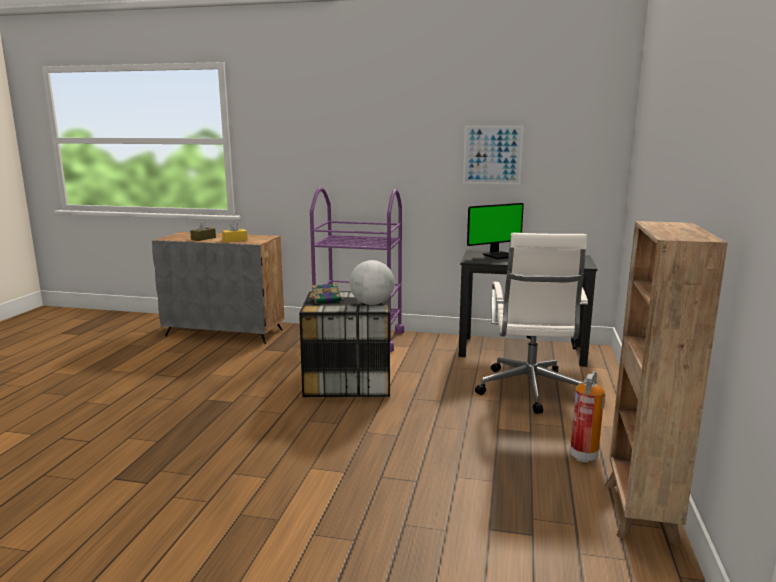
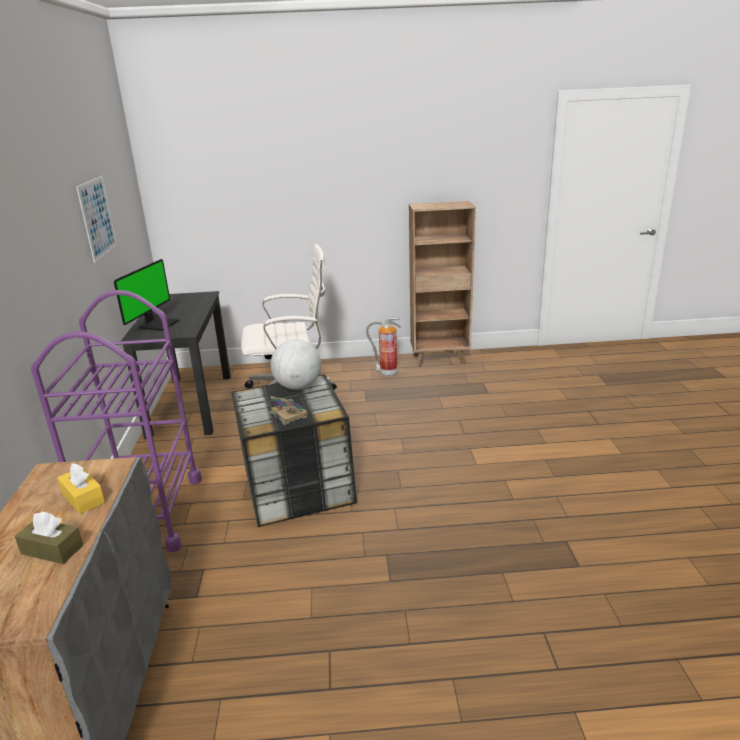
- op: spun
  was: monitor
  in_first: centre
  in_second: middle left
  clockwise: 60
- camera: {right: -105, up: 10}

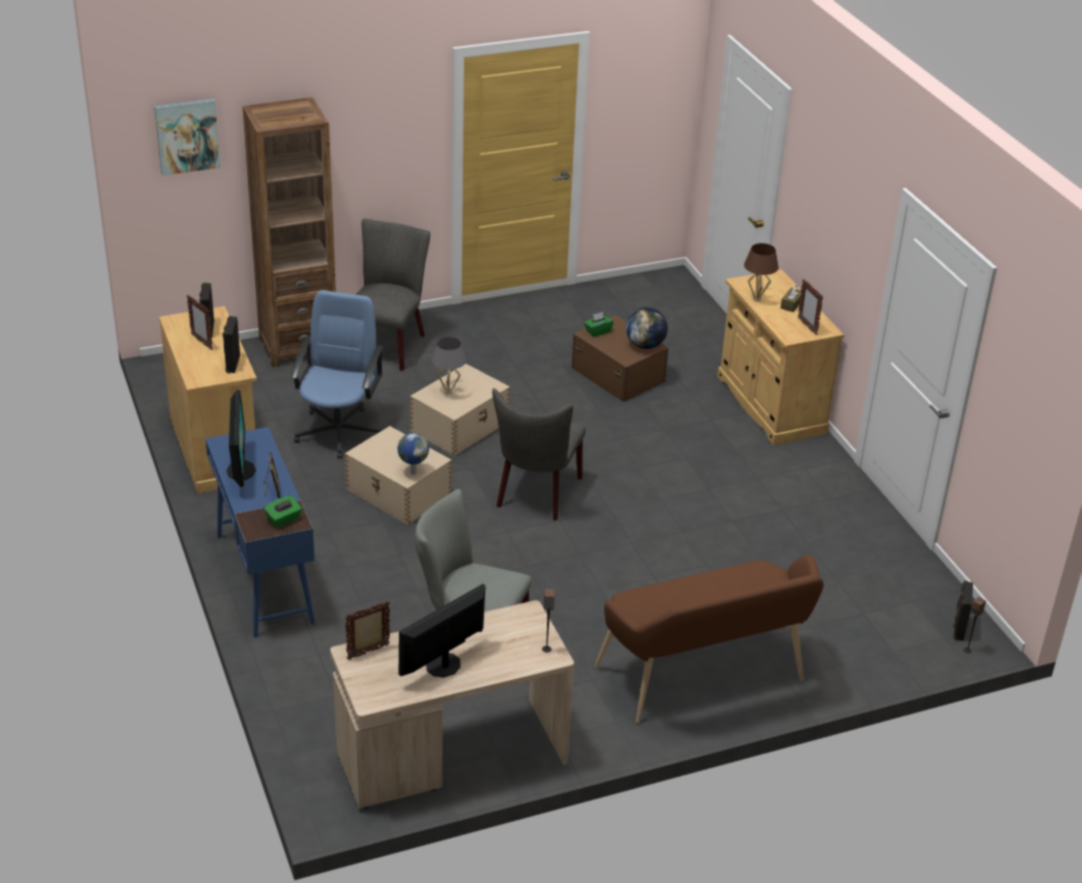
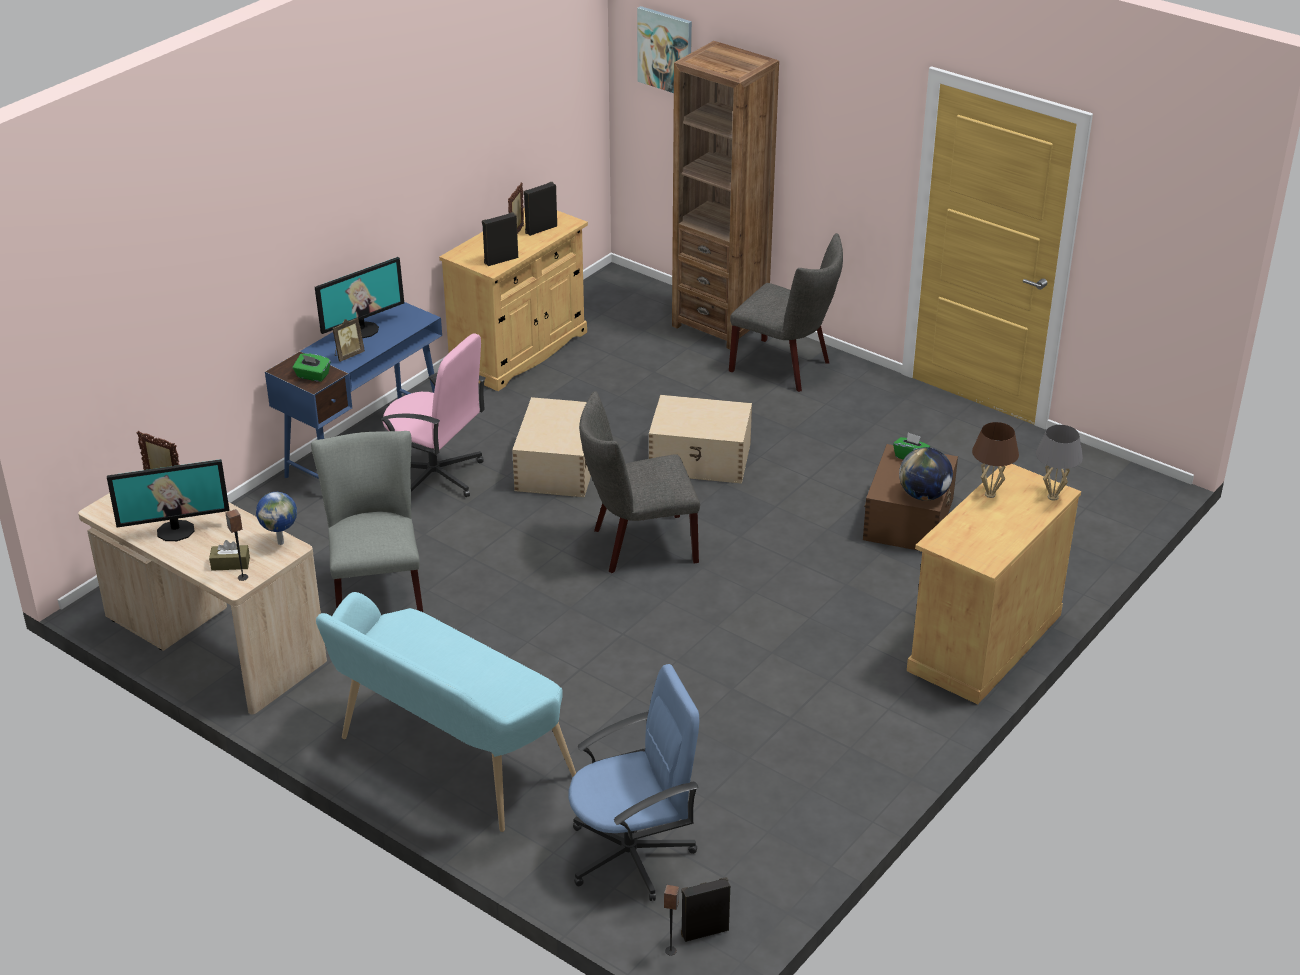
- op: spun
  was: grey_upright_chair (no. 1 from left in the first image)
  in_first: centre
  in_second: top centre
  clockwise: 45
- op: missing
  was: picture_frame (no. 4 from left)
  in_first: middle right
- op: relocated
  was: brown-coloured_tissue_box
  in_first: middle right
  in_second: middle left
- op: relocated
  was: bluish_computer_chair
  in_first: middle left
  in_second: bottom centre
- op: relocated
  was: grey_lamp_for_a_table
  in_first: centre
  in_second: middle right
- op: relocated
  was: globe (no. 1 from left)
  in_first: centre
  in_second: middle left
- op: colour
  was: brown-coloured_indoor_bench
  now: turquoise_indoor_bench
  in_first: bottom centre
  in_second: bottom centre
- op: spun
  was: monitor (no. 2 from left in the first image)
  in_first: bottom centre
  in_second: middle left
  clockwise: 150
- op: appeared
  now: pink_computer_chair
  in_second: middle left
- camera: {right: 60, up: 0}

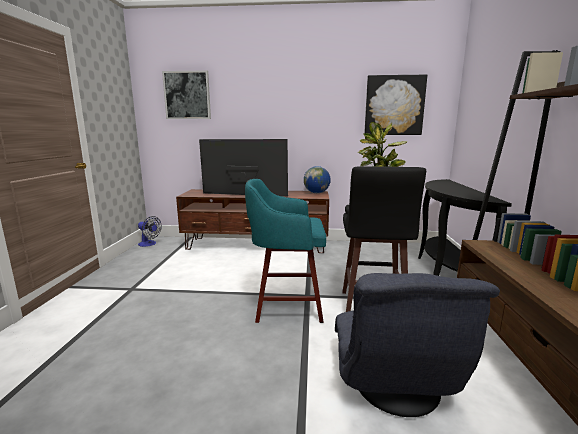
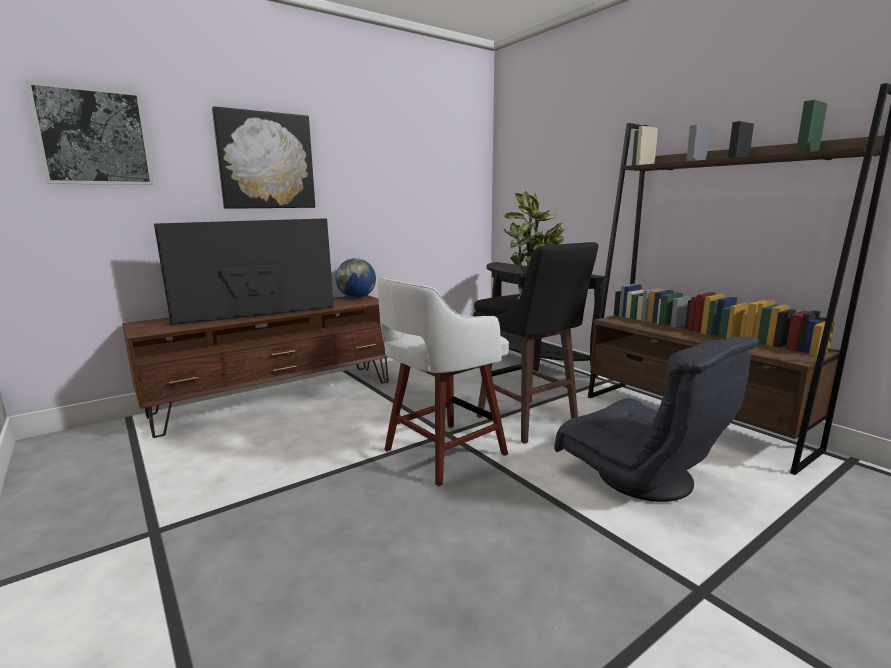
- op: relocated
  was: wall_art (no. 2 from left)
  in_first: top right
  in_second: top left
- op: colour
  was: turquoise_sitting_stool
  now: white-coloured_sitting_stool
  in_first: centre
  in_second: centre
- op: missing
  was: electric_fan
  in_first: middle left
- camera: {right: -40, up: 0}

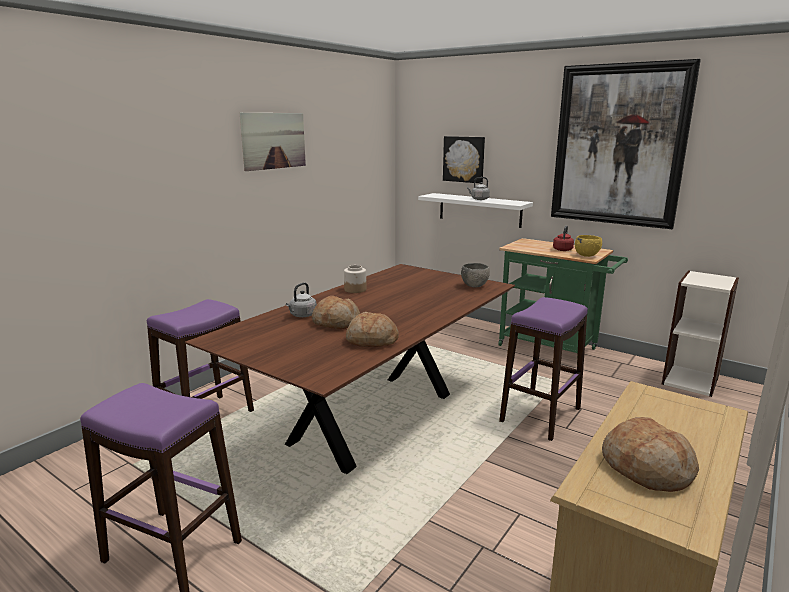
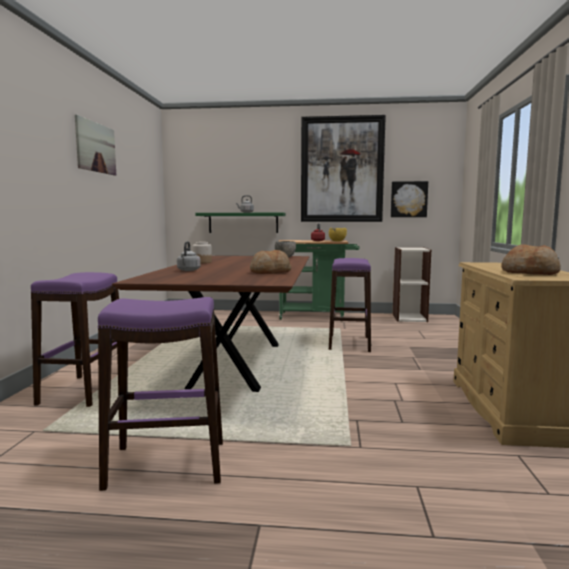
- op: relocated
  was: wall_art (no. 2 from left in the first image)
  now: wall_art (no. 3 from left)
  in_first: top centre
  in_second: middle right
- op: colour
  was: white-coloured_shelf
  now: green_shelf
  in_first: centre
  in_second: centre
- op: missing
  was: baked_bread (no. 1 from left)
  in_first: centre
- camera: {right: -30, up: -10}

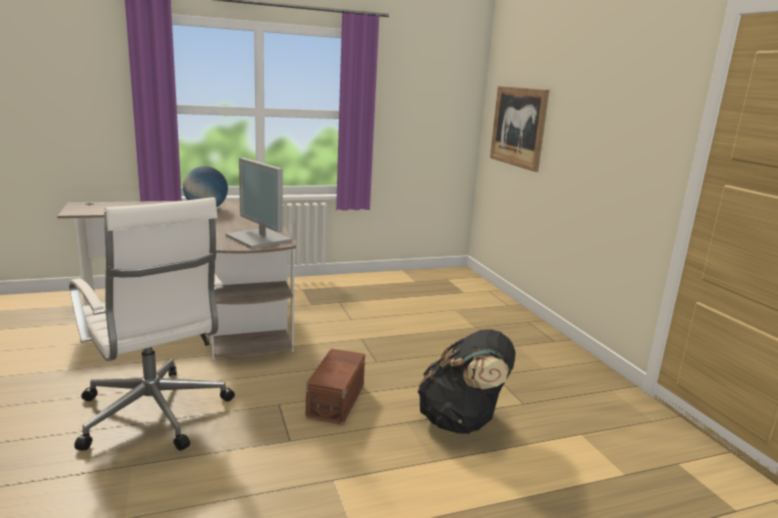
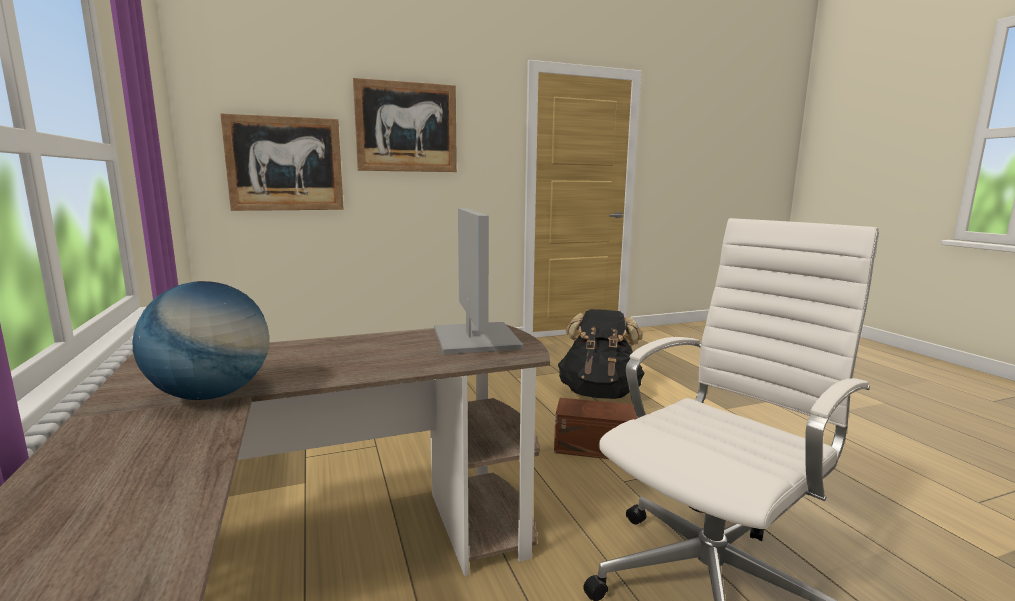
- op: spun
  was: monitor
  in_first: middle left
  in_second: centre
  clockwise: -60
- op: appeared
  now: wall_art (no. 2 from left)
  in_second: top centre
- camera: {right: -90, up: -5}

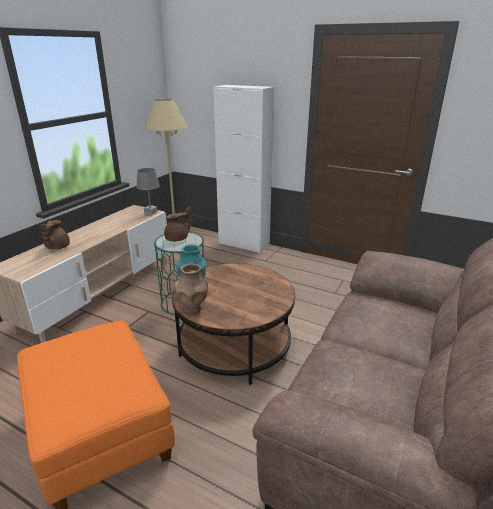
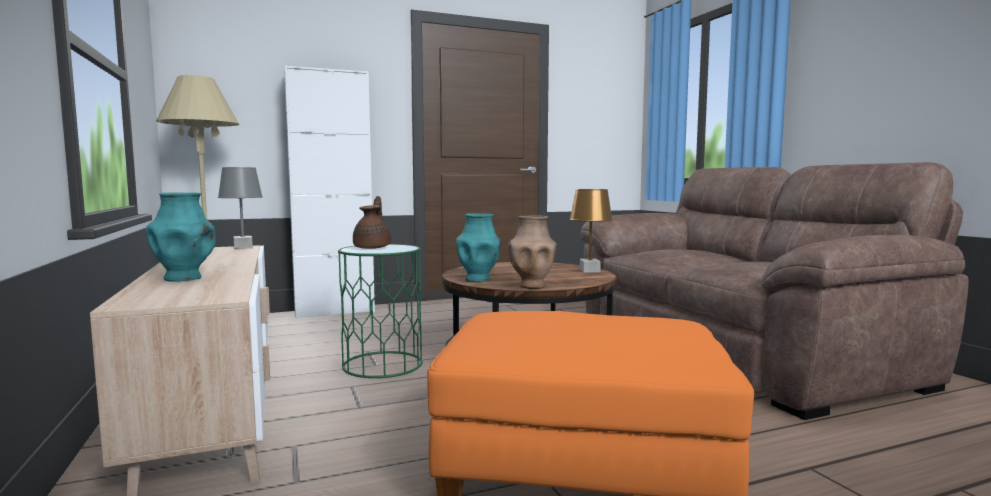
- op: exchanged
  was: brown-coloured_teapot (no. 1 from left)
  now: turquoise_flower_vase (no. 1 from left)
  in_first: middle left
  in_second: middle left
- op: appeared
  now: brown-coloured_lamp_for_a_table
  in_second: centre
- camera: {right: -50, up: -20}

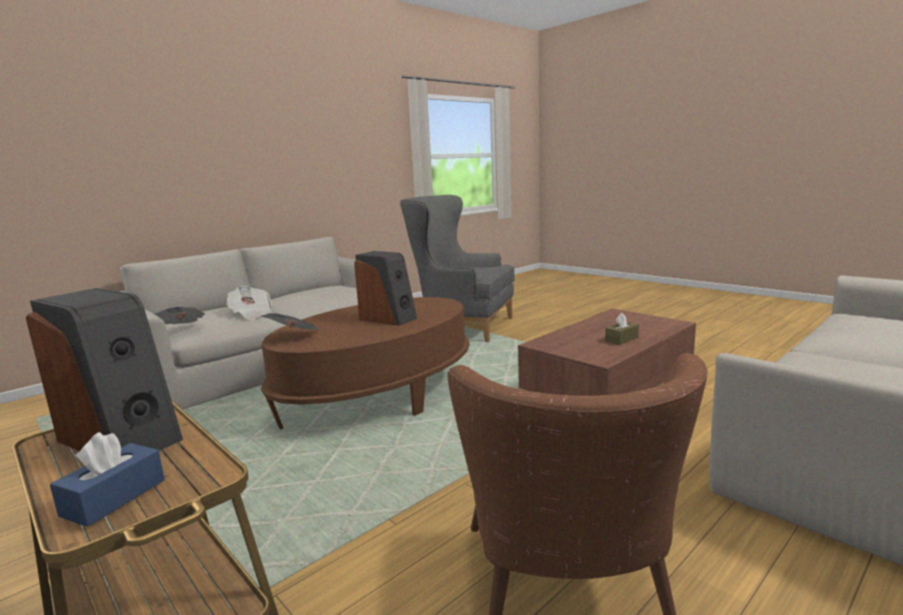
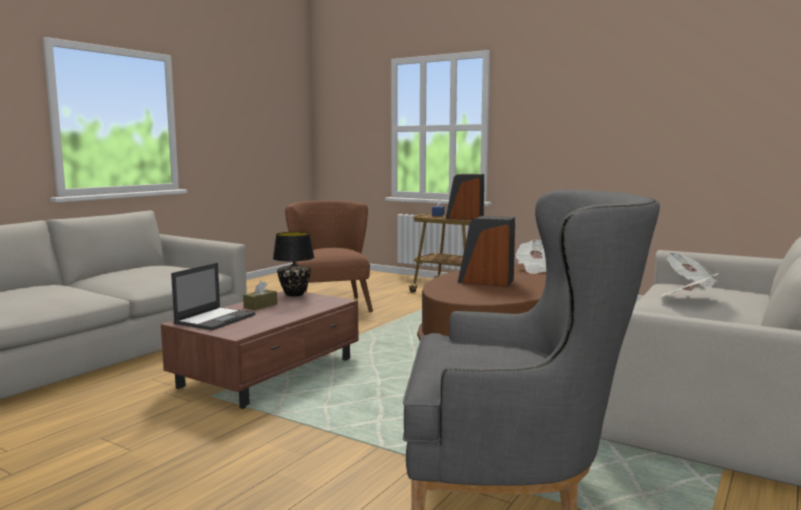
- op: appeared
  now: black-coloured_lamp_for_a_table
  in_second: centre
- op: appeared
  now: portable_computer
  in_second: middle left
- camera: {right: 165, up: -5}

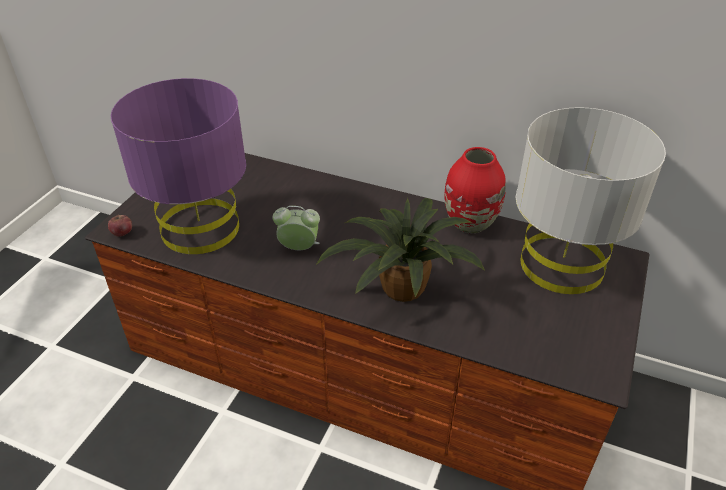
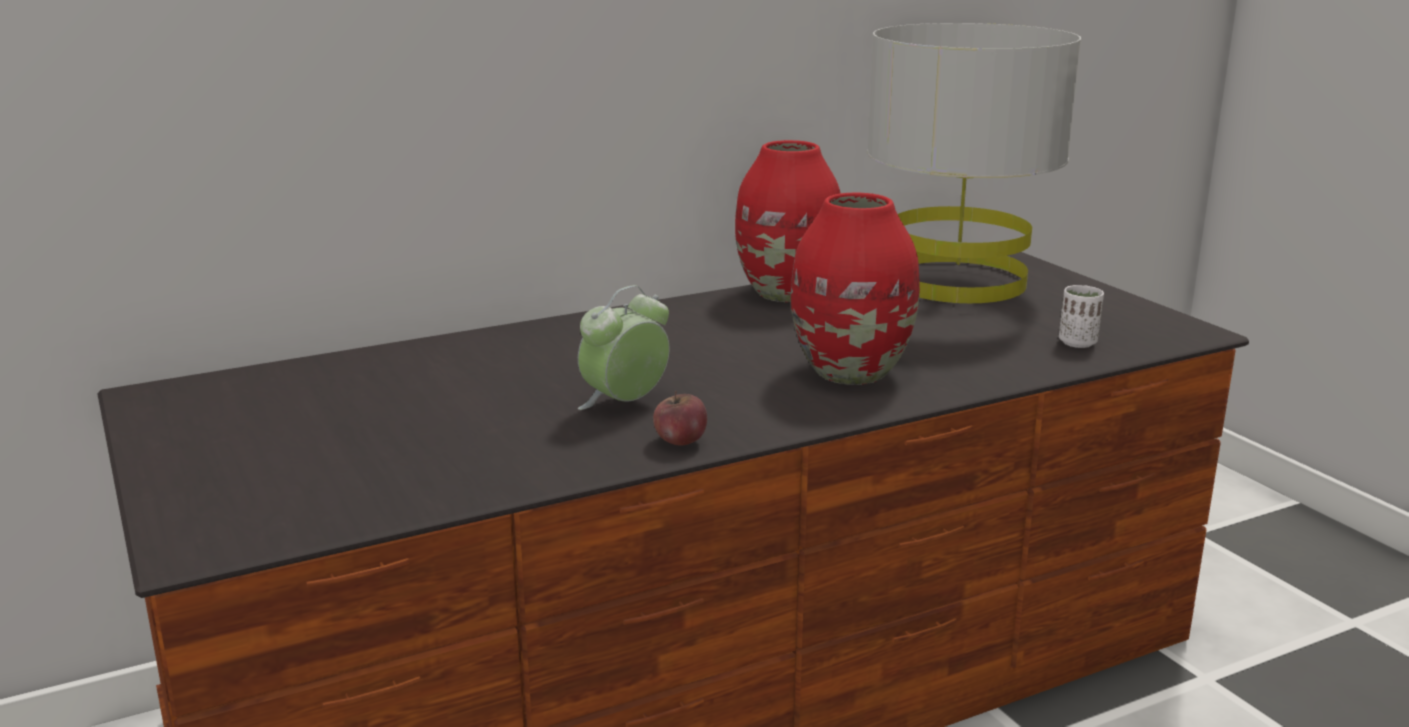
- op: missing
  was: purple_lamp_for_a_table
  in_first: middle left
- op: exchanged
  was: plant_in_a_pot
  now: red_flower_vase (no. 2 from left)
  in_first: centre
  in_second: centre
- op: relocated
  was: whole_apple
  in_first: middle left
  in_second: centre
- op: appeared
  now: white-coloured_cup
  in_second: middle right
- camera: {right: -50, up: -20}

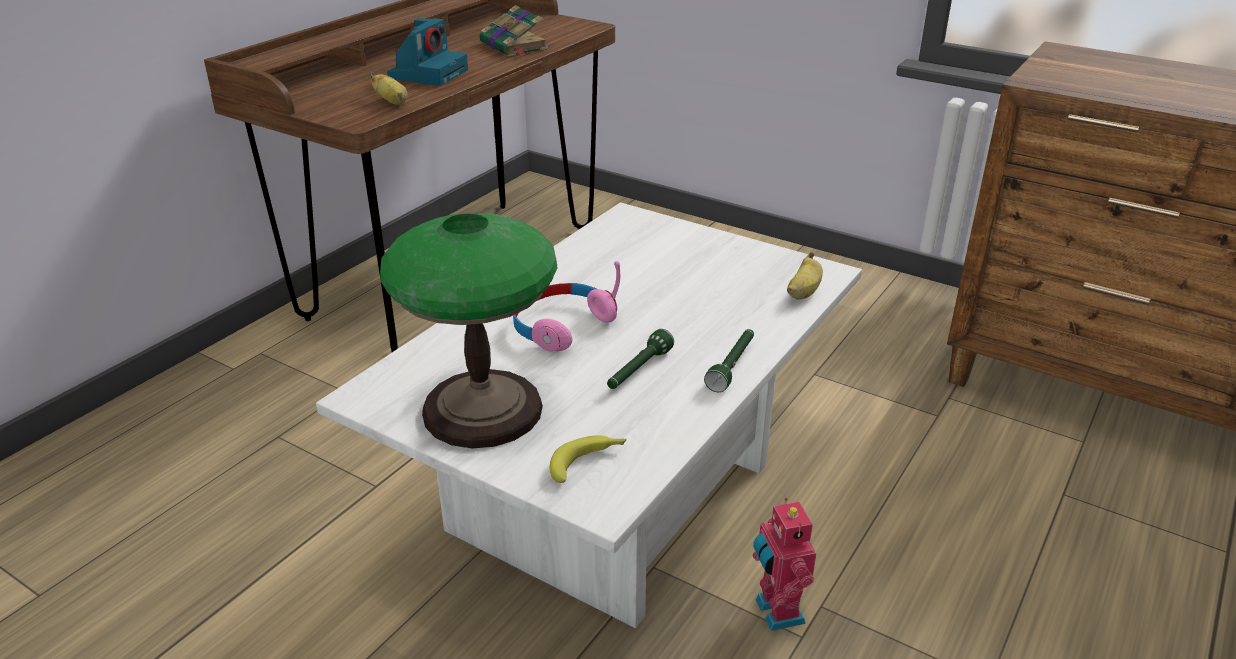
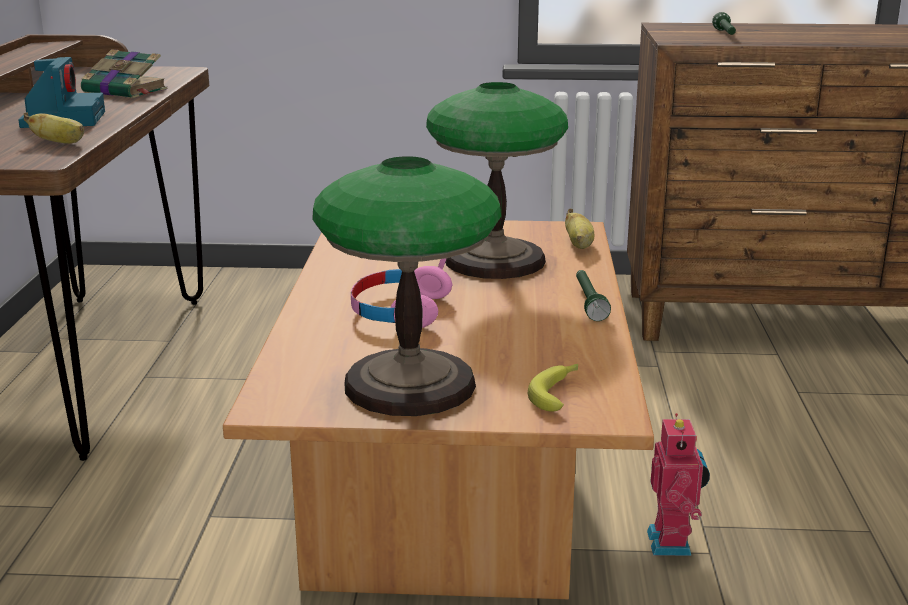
- op: colour
  was: white-coloured_coffee_table
  now: brown-coloured_coffee_table
  in_first: centre
  in_second: bottom centre
- op: relocated
  was: green_torch (no. 1 from left in the first image)
  now: green_torch (no. 2 from left)
  in_first: centre
  in_second: top right
- op: spun
  was: toy_robot
  in_first: bottom centre
  in_second: bottom right
  clockwise: -135
- op: appeared
  now: lamp_for_a_table (no. 2 from left)
  in_second: top centre
- camera: {right: -30, up: -10}

